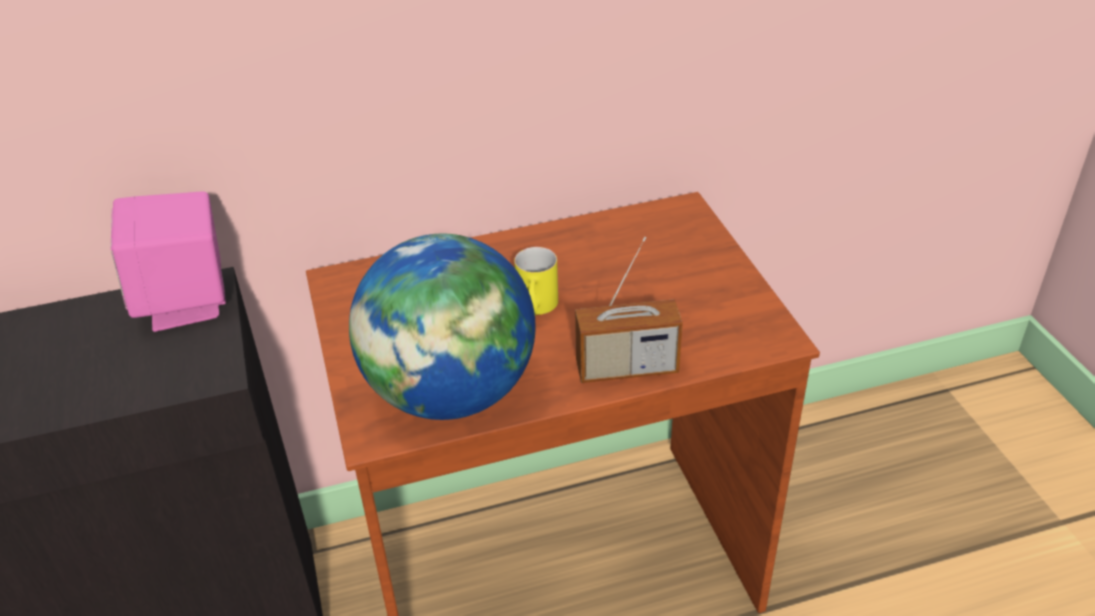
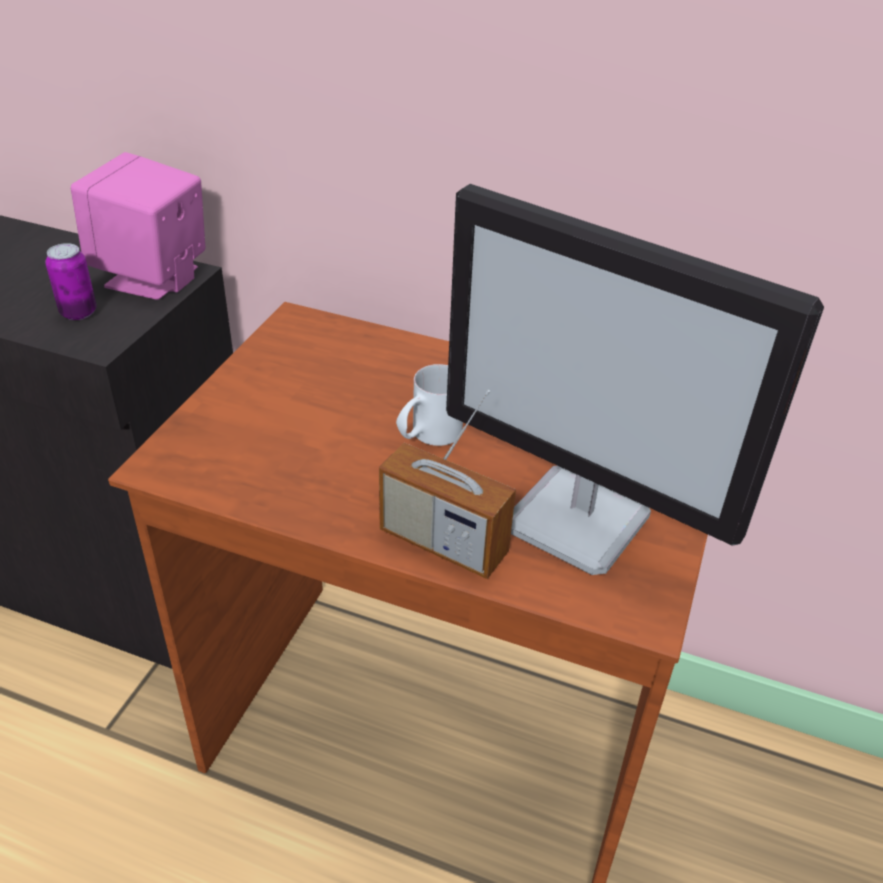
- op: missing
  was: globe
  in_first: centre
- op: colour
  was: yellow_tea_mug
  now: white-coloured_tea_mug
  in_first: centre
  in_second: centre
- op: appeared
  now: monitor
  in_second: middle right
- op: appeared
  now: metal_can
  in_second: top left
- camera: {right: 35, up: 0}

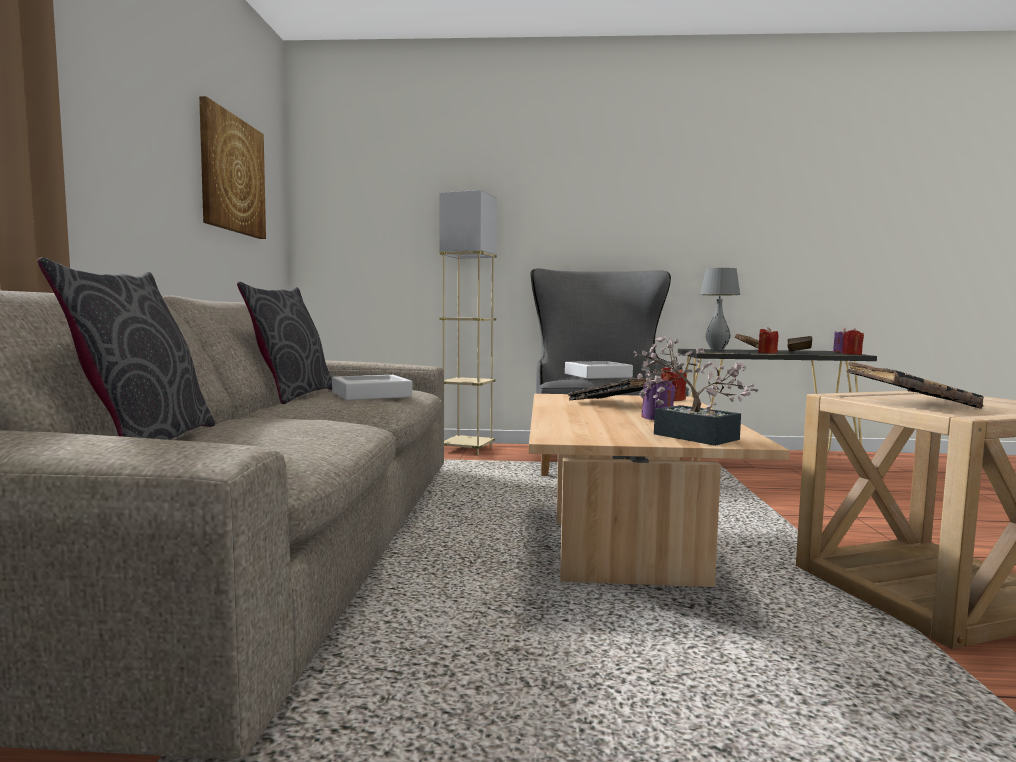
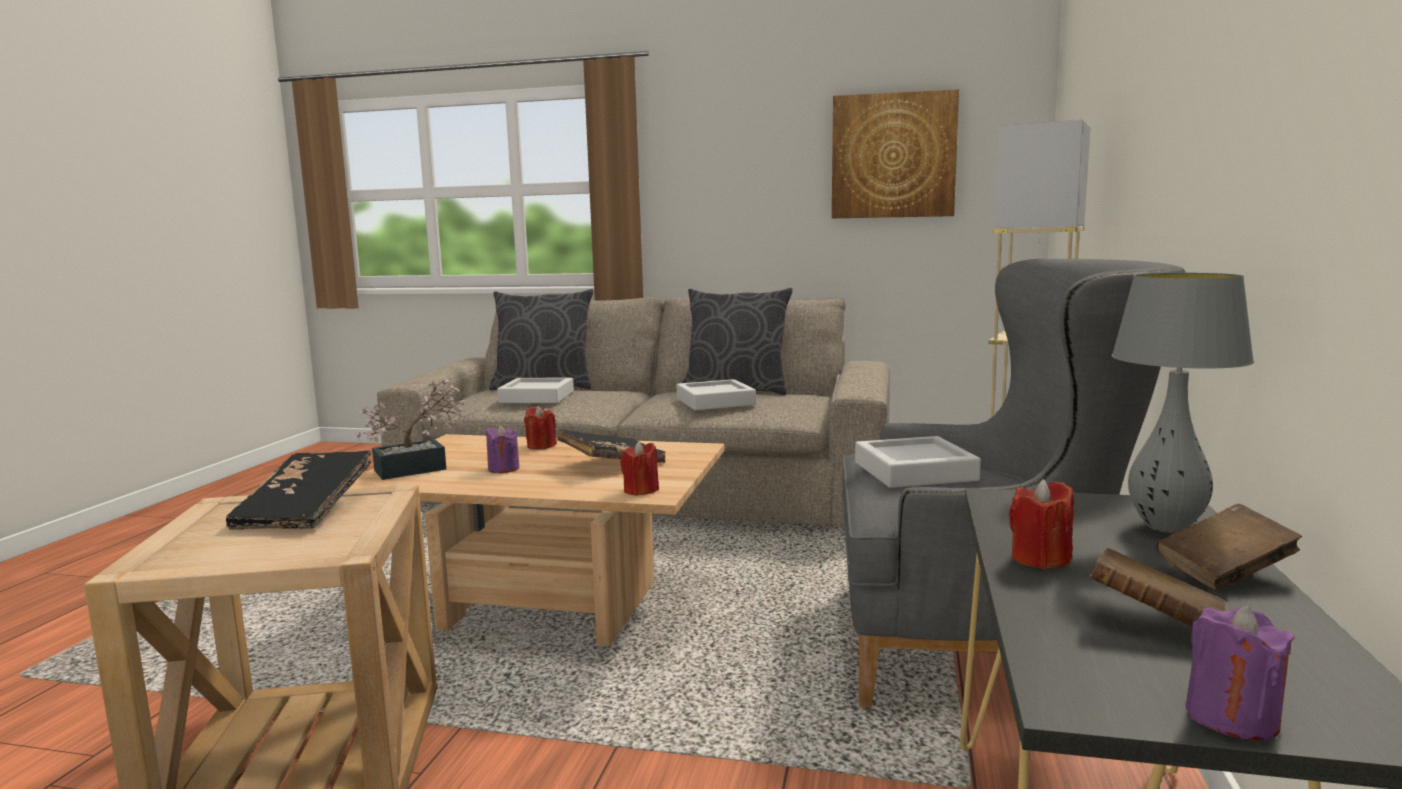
- op: relocated
  was: red_wax_light (no. 3 from left in the first image)
  now: red_wax_light (no. 1 from left)
  in_first: middle right
  in_second: centre
- op: appeared
  now: grey_carrying_tray (no. 1 from left)
  in_second: centre
- camera: {right: 100, up: 5}

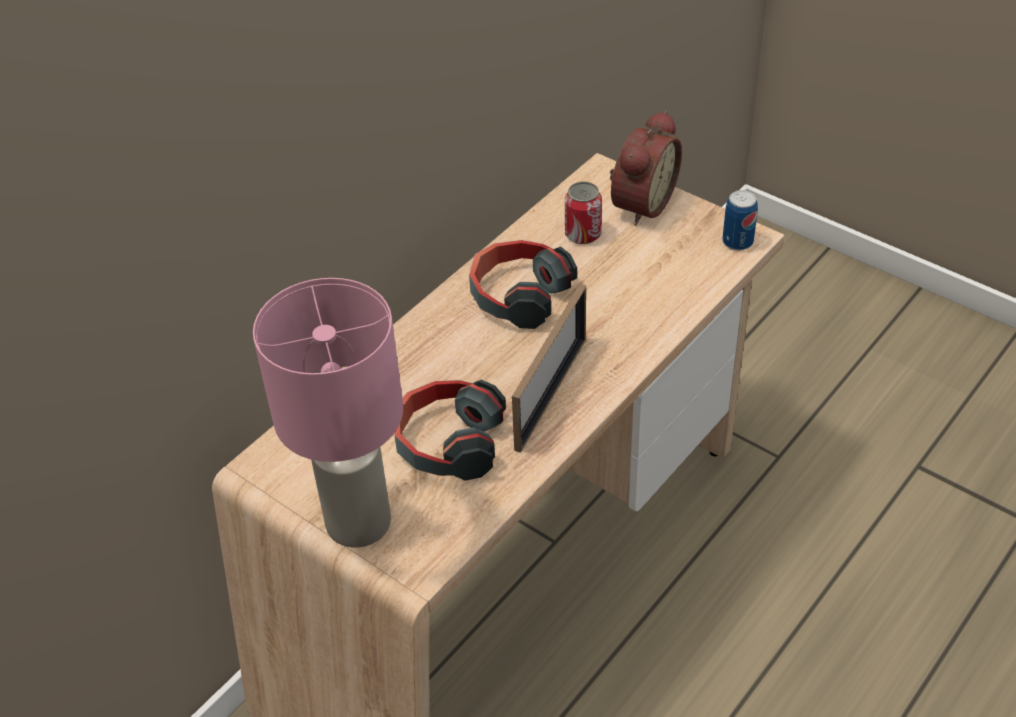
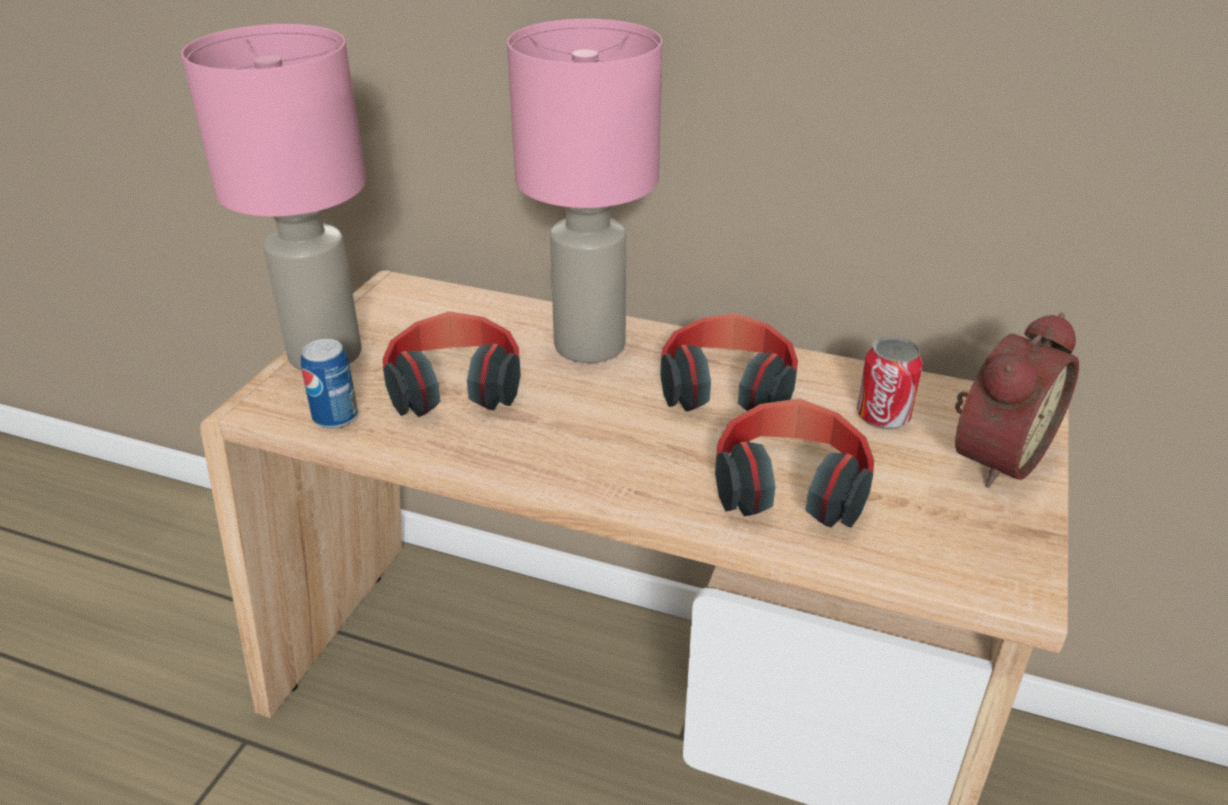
- op: spun
  was: bedside_clock
  in_first: top centre
  in_second: middle right
  clockwise: -60
- op: relocated
  was: metal_can (no. 2 from left in the first image)
  now: metal_can (no. 1 from left)
  in_first: top right
  in_second: middle left
- op: missing
  was: picture_frame
  in_first: centre
- op: appeared
  now: pink_lamp_for_a_table (no. 2 from left)
  in_second: top centre
- op: appeared
  now: headset (no. 3 from left)
  in_second: centre
- camera: {right: 70, up: -10}

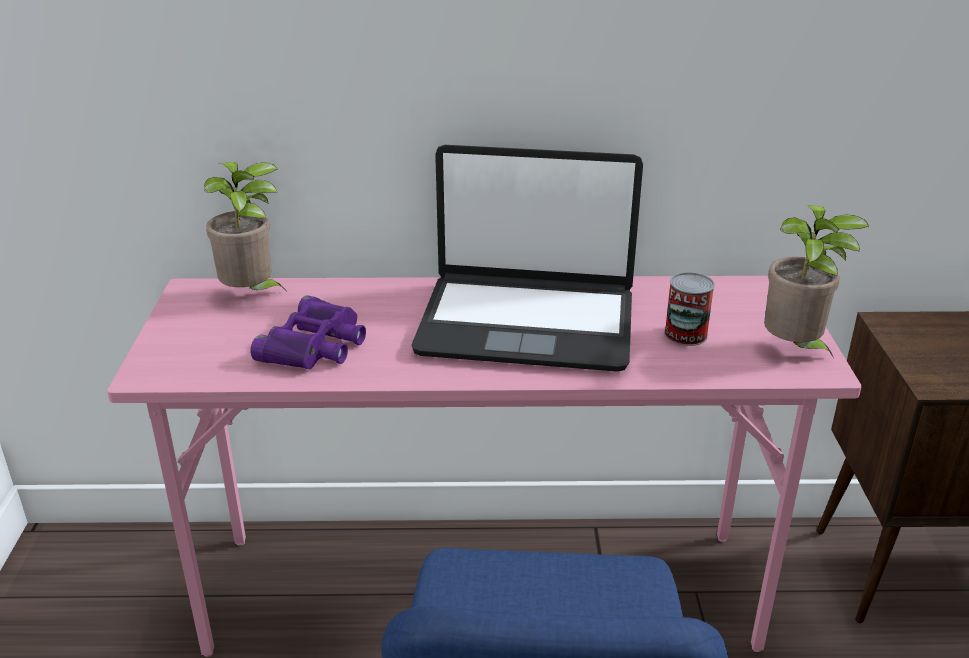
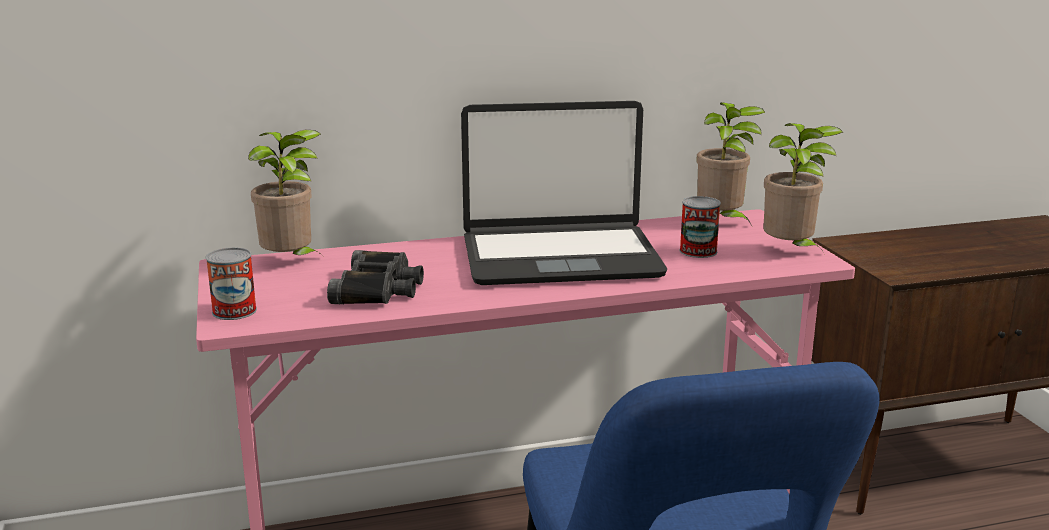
- op: colour
  was: purple_pair_of_binoculars
  now: black-coloured_pair_of_binoculars
  in_first: middle left
  in_second: centre
- op: appeared
  now: plant_in_a_pot (no. 2 from left)
  in_second: top right
- op: appeared
  now: metal_can (no. 1 from left)
  in_second: middle left
- camera: {right: -15, up: -10}

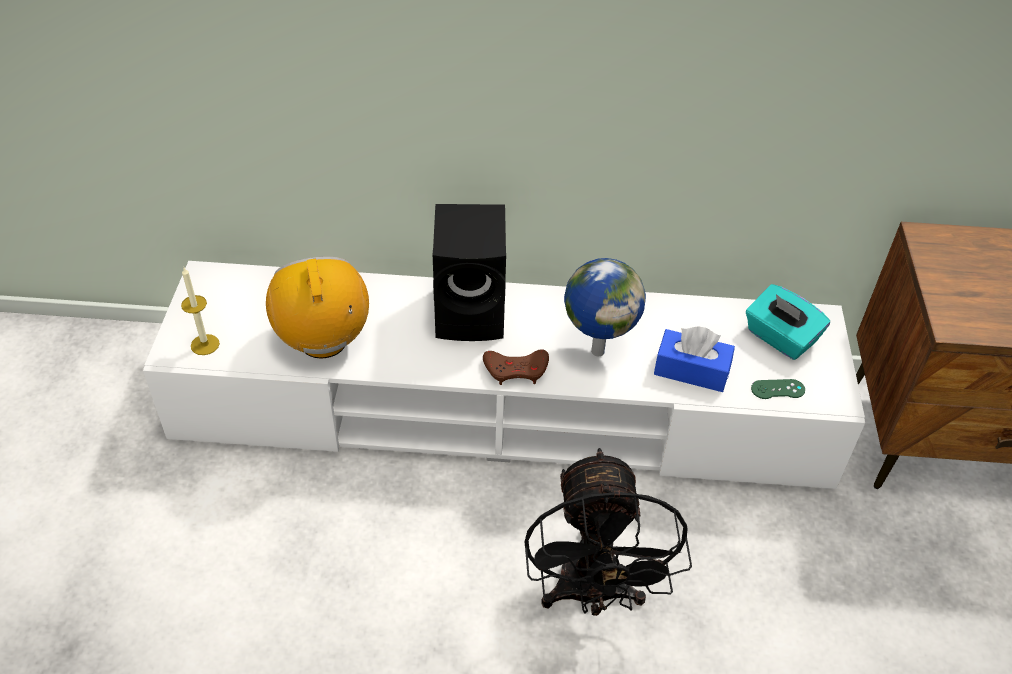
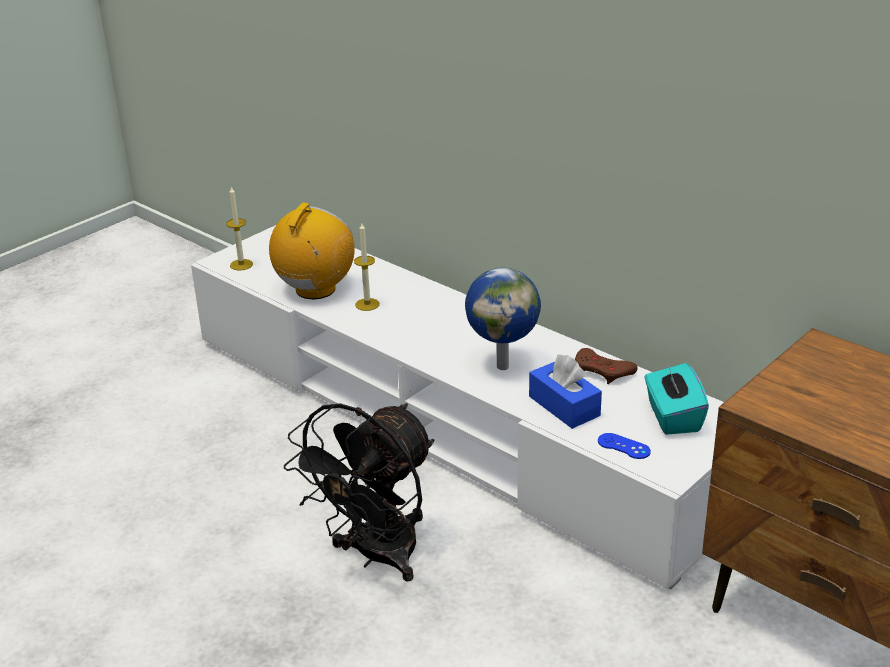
- op: missing
  was: black-coloured_audio_speaker
  in_first: centre
- op: relocated
  was: brown-coloured_game_controller
  in_first: centre
  in_second: middle right
- op: colour
  was: green_game_controller
  now: bluish_game_controller
  in_first: middle right
  in_second: bottom right
- op: appeared
  now: wax_light (no. 2 from left)
  in_second: centre
- camera: {right: 40, up: -15}

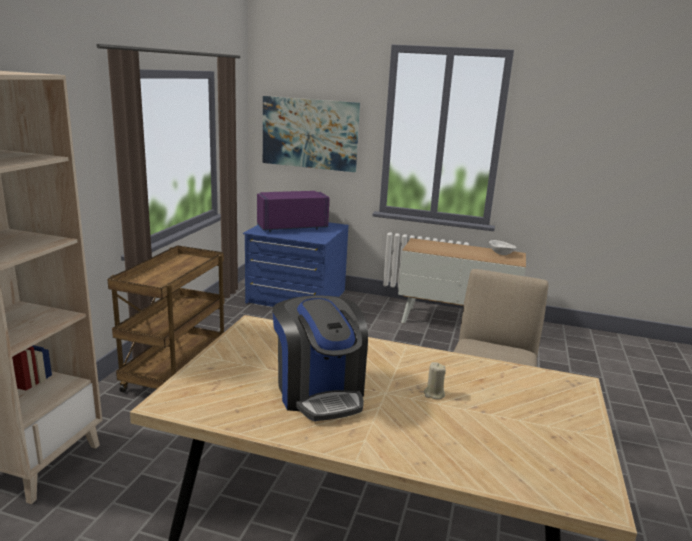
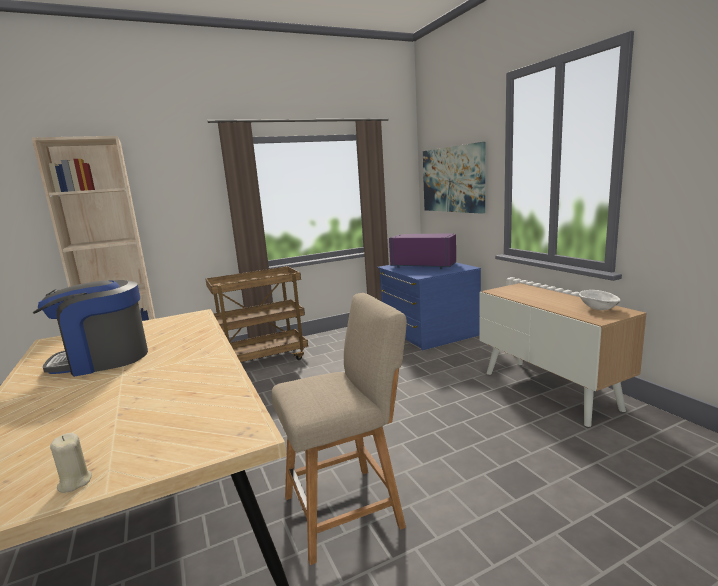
- op: spun
  was: coffee_maker
  in_first: centre
  in_second: middle left
  clockwise: 45
- op: relocated
  was: beige_wax_light
  in_first: bottom centre
  in_second: bottom left
- camera: {right: 50, up: -5}

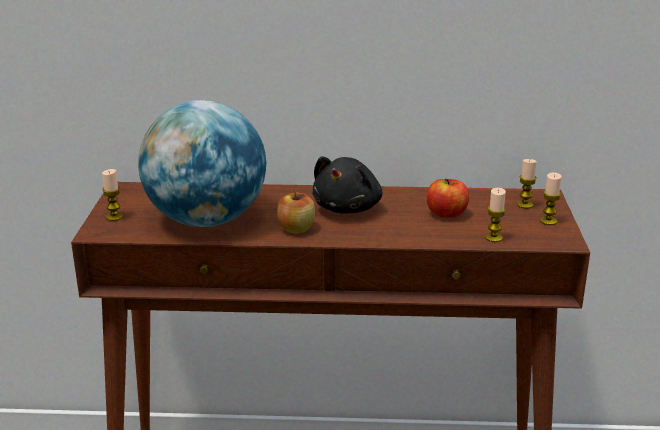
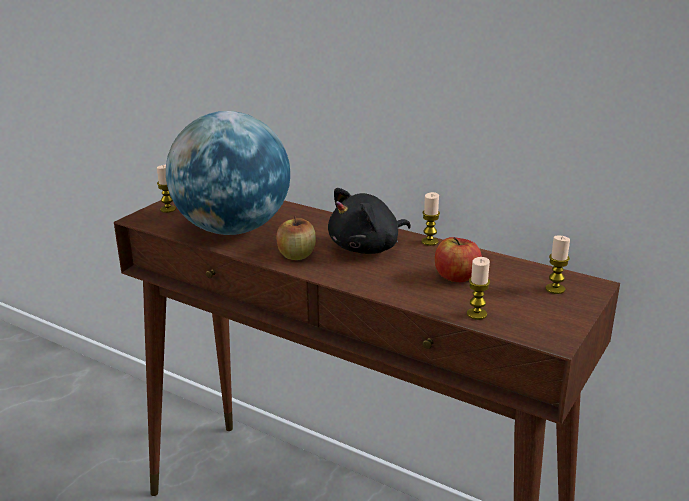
- op: relocated
  was: wax_light (no. 4 from left in the first image)
  now: wax_light (no. 2 from left)
  in_first: middle right
  in_second: centre
- camera: {right: 30, up: 0}

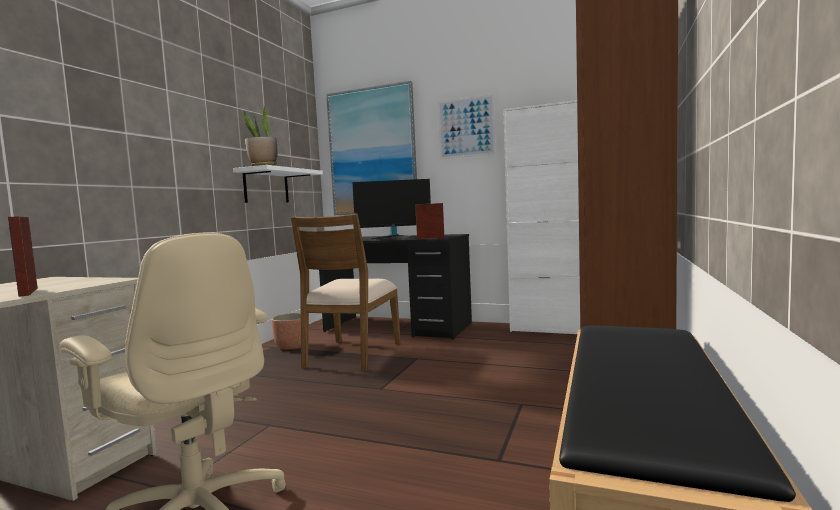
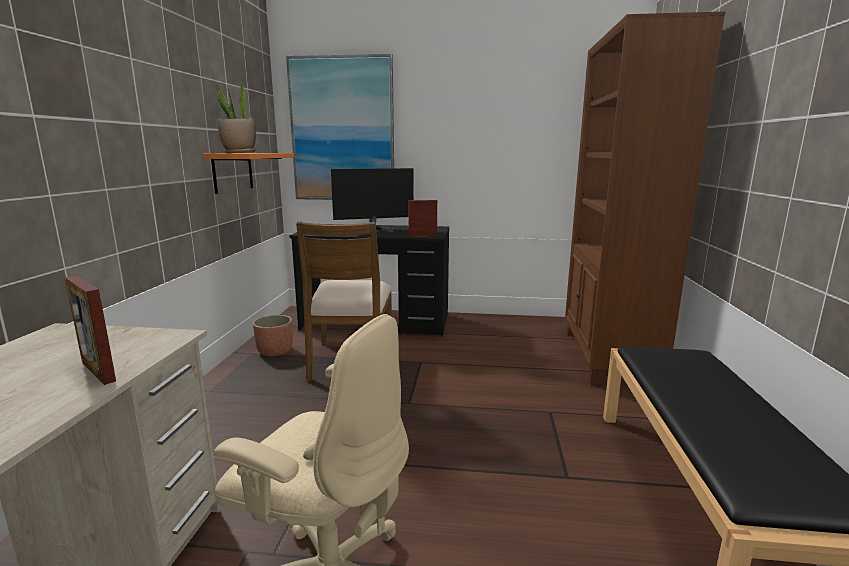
- op: missing
  was: wall_art (no. 2 from left)
  in_first: top centre
- op: missing
  was: white-coloured_cabinet
  in_first: centre
- op: colour
  was: white-coloured_shelf
  now: orange_shelf
  in_first: middle left
  in_second: top left
- camera: {right: -15, up: 10}

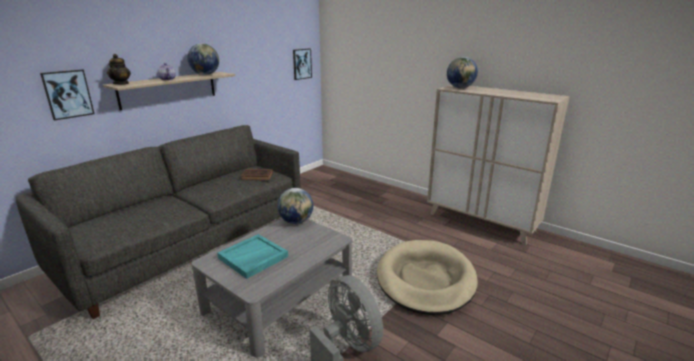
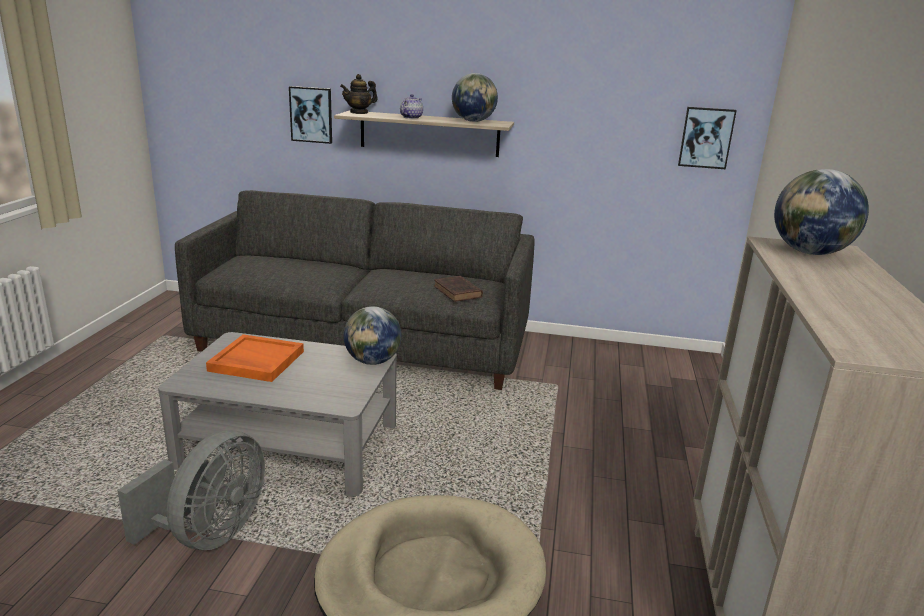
- op: colour
  was: turquoise_carrying_tray
  now: orange_carrying_tray
  in_first: bottom centre
  in_second: middle left
- camera: {right: 60, up: 0}

